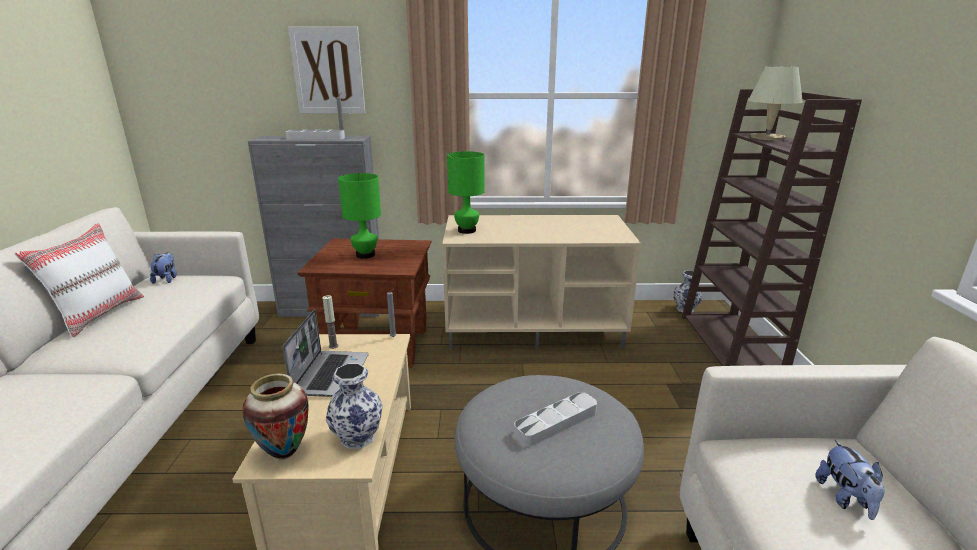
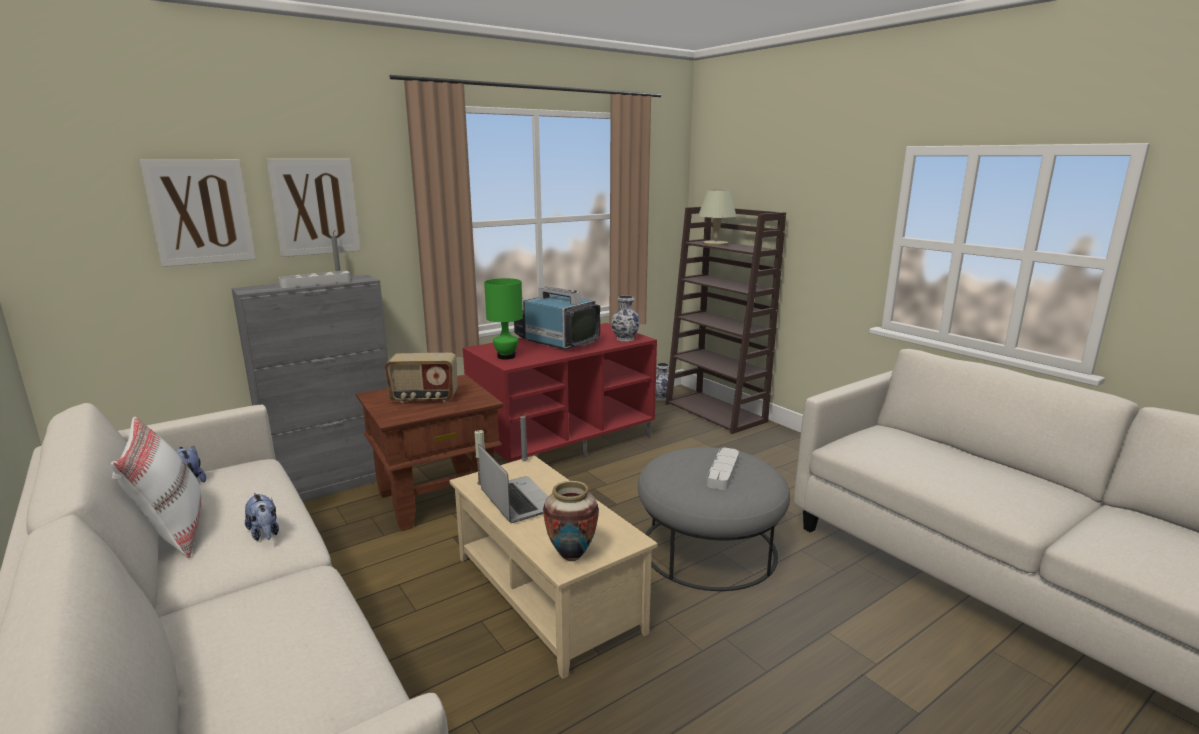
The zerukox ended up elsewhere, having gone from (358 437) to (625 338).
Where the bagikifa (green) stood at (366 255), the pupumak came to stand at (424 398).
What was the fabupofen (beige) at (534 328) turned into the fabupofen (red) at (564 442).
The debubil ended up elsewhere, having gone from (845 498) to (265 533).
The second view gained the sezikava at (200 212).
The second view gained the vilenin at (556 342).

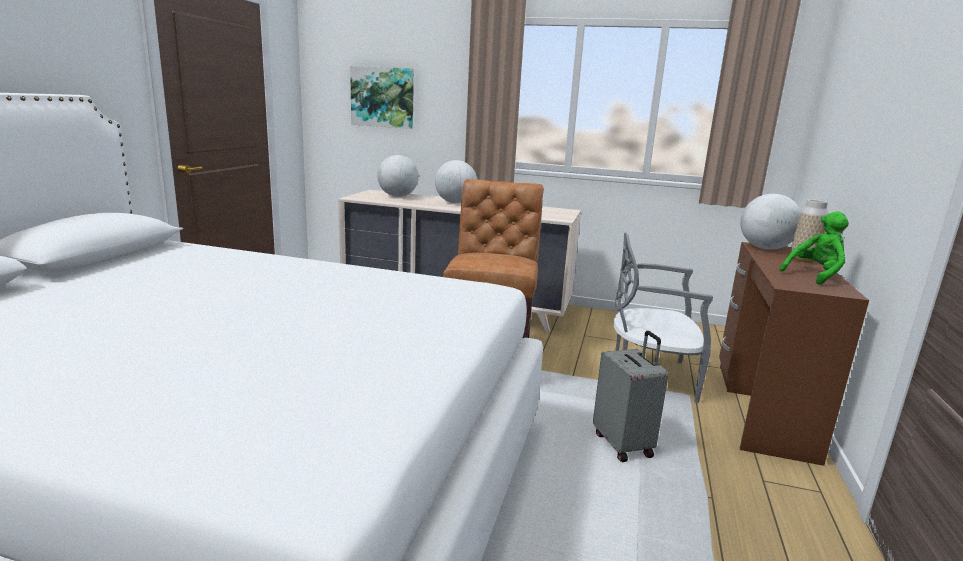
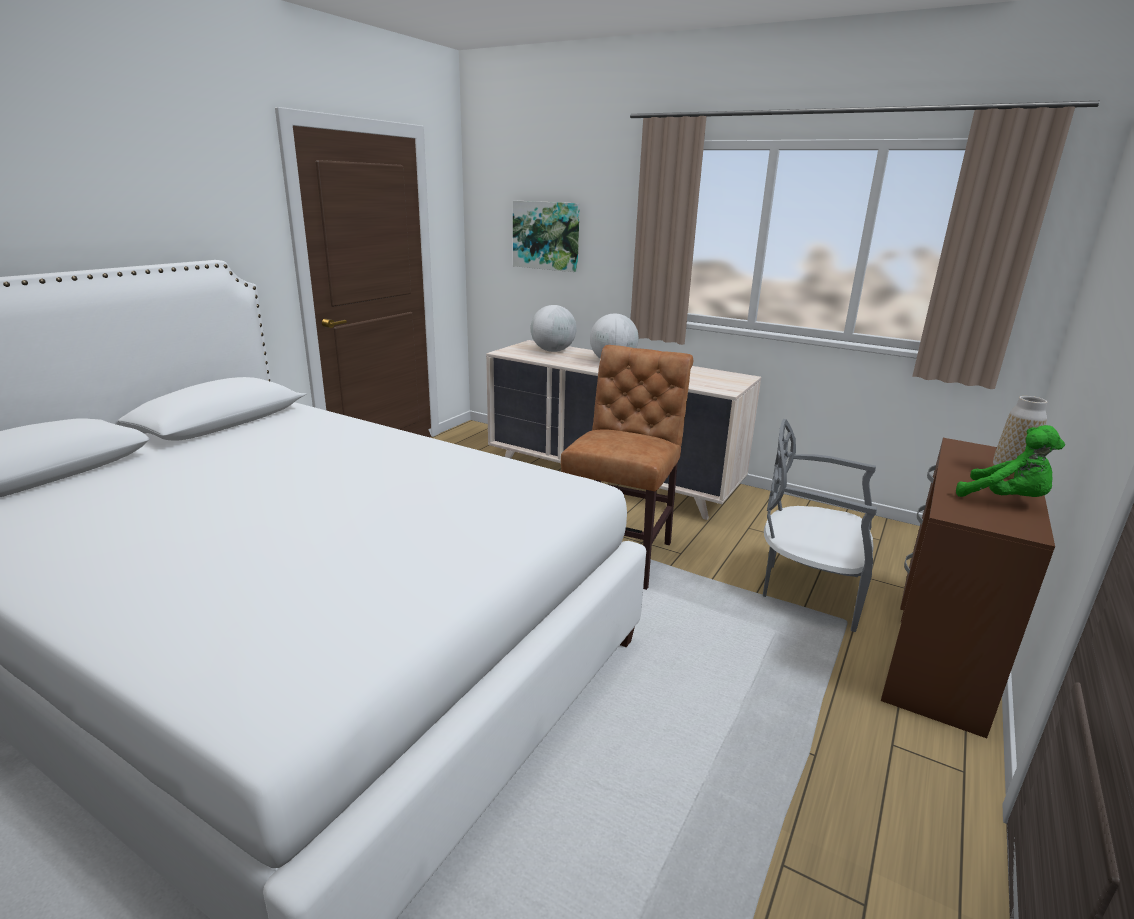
The second view lost the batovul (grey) at (624 445).
The second view lost the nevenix at (765 248).
The debubil (green) at (815 275) ended up facing another way, 60 degrees clockwise from before.

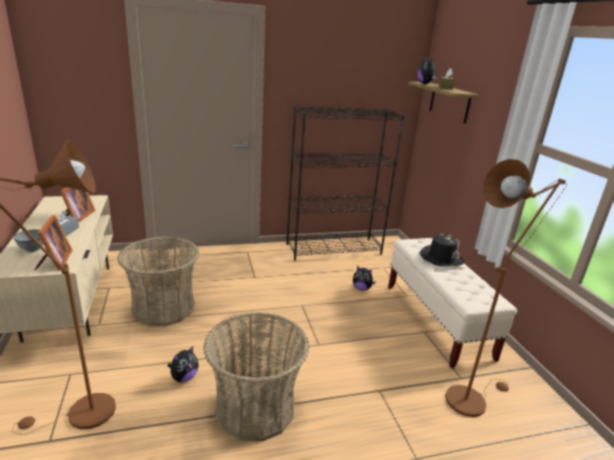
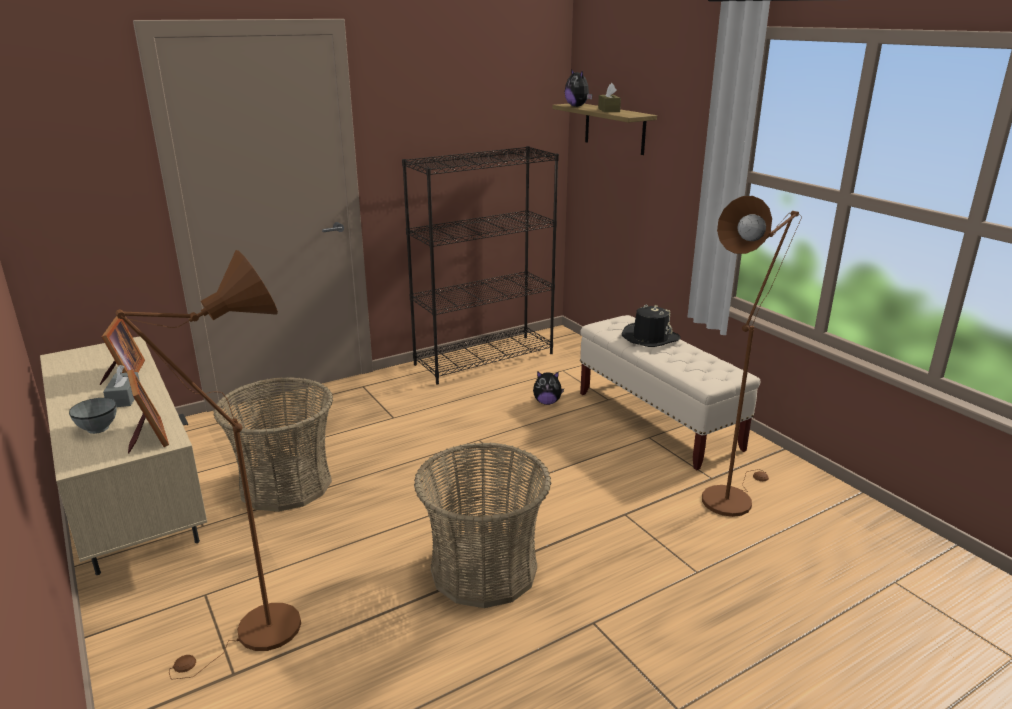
The second view lost the debubil at (184 377).

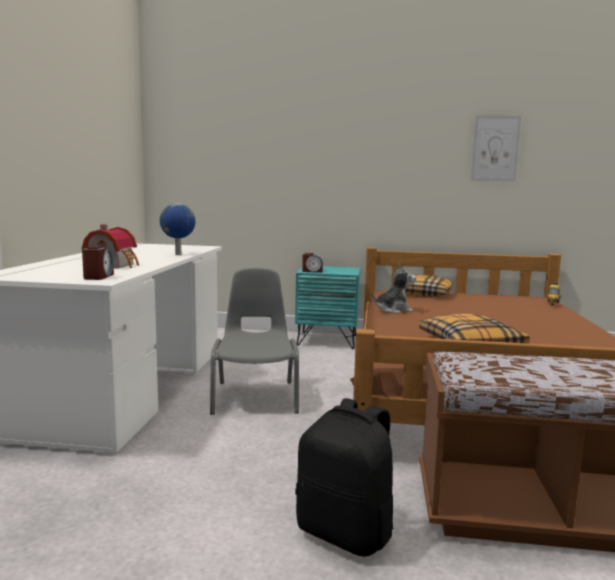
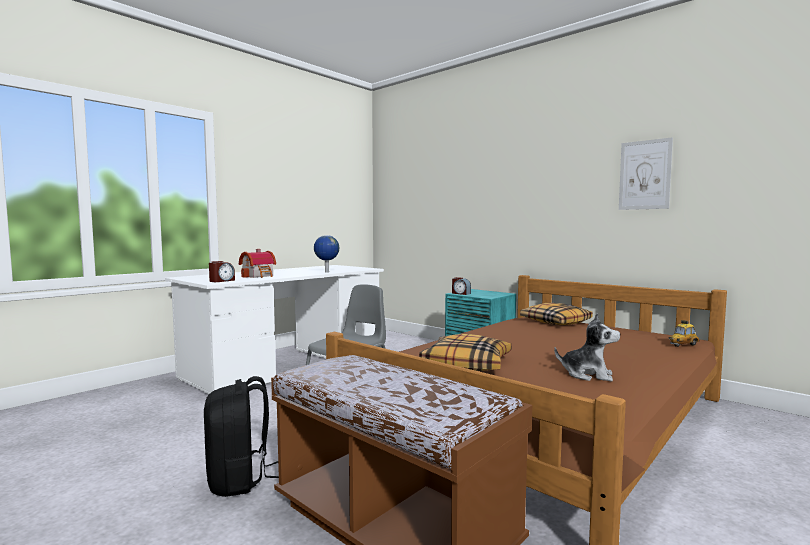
The debubil ended up elsewhere, having gone from (393 310) to (587 375).

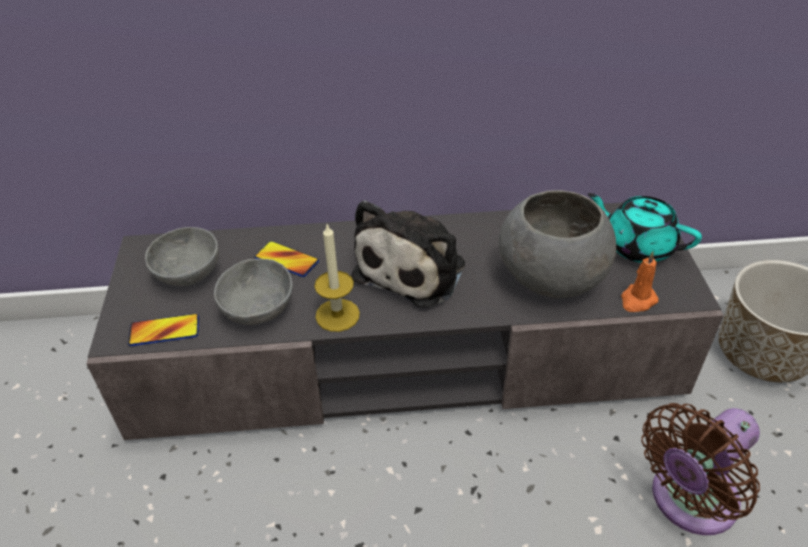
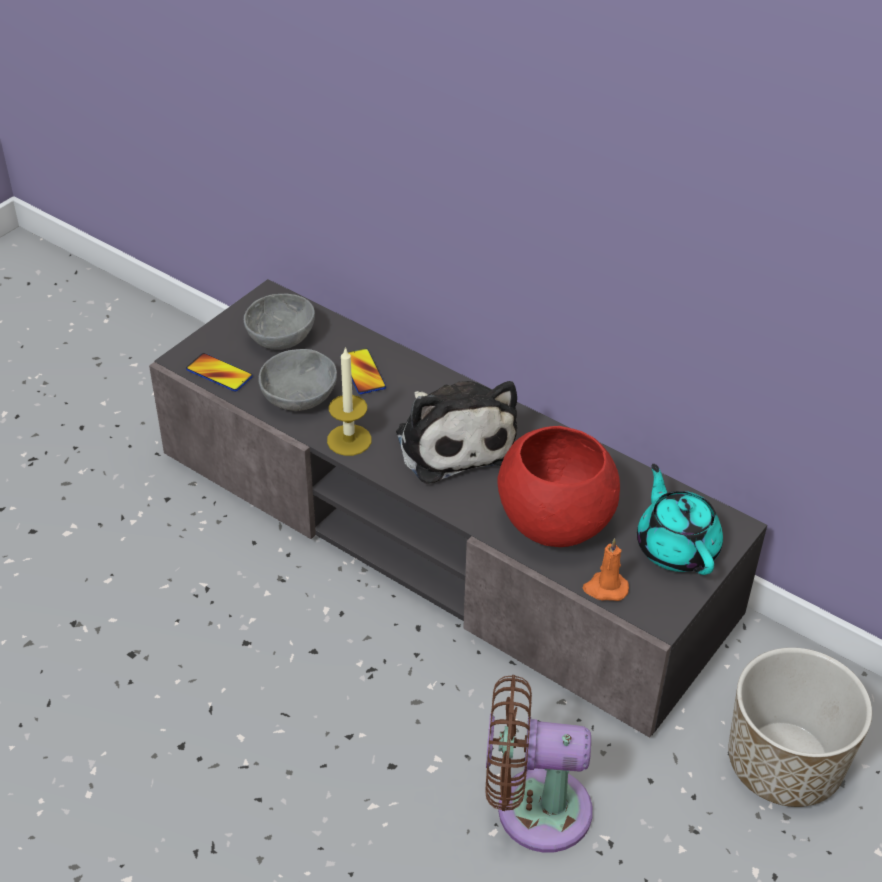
The debubil at (414 267) ended up facing another way, 90 degrees counterclockwise from before.
What was the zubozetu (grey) at (550 279) turned into the zubozetu (red) at (554 523).

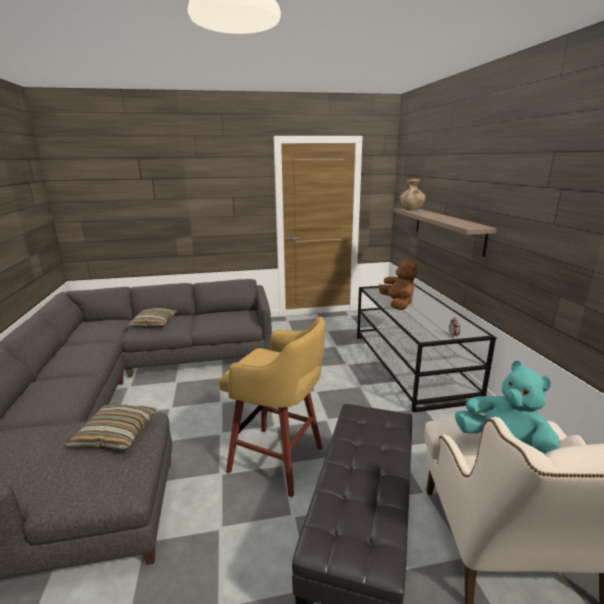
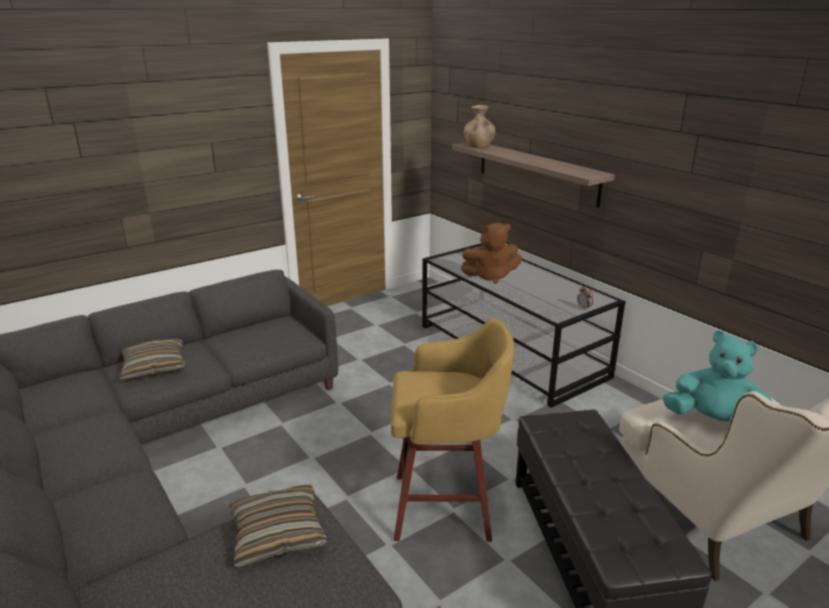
The debubil (brown) at (397 304) ended up facing another way, 120 degrees clockwise from before.

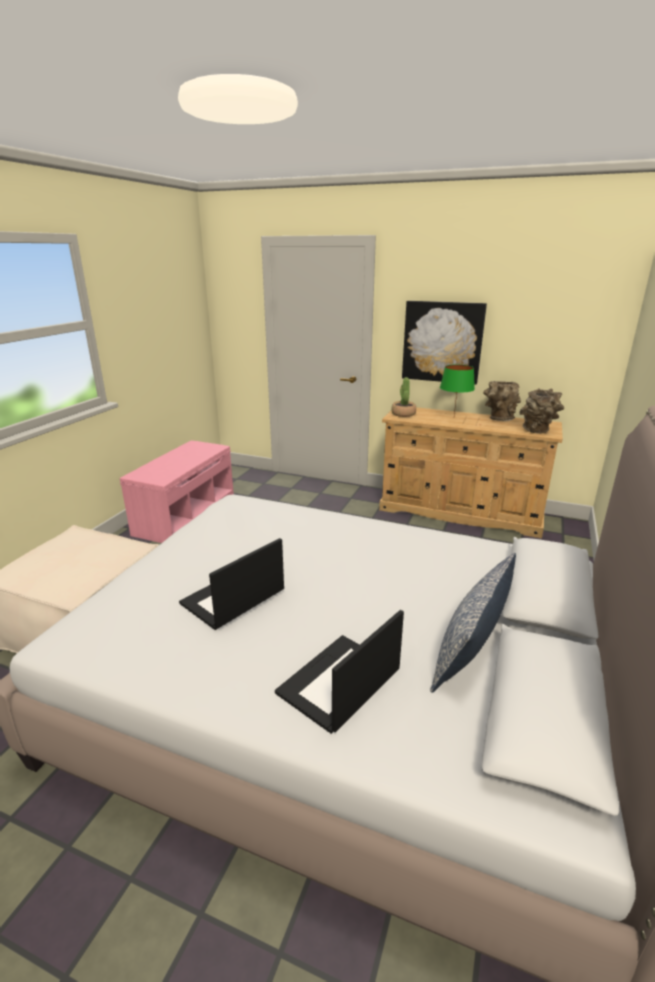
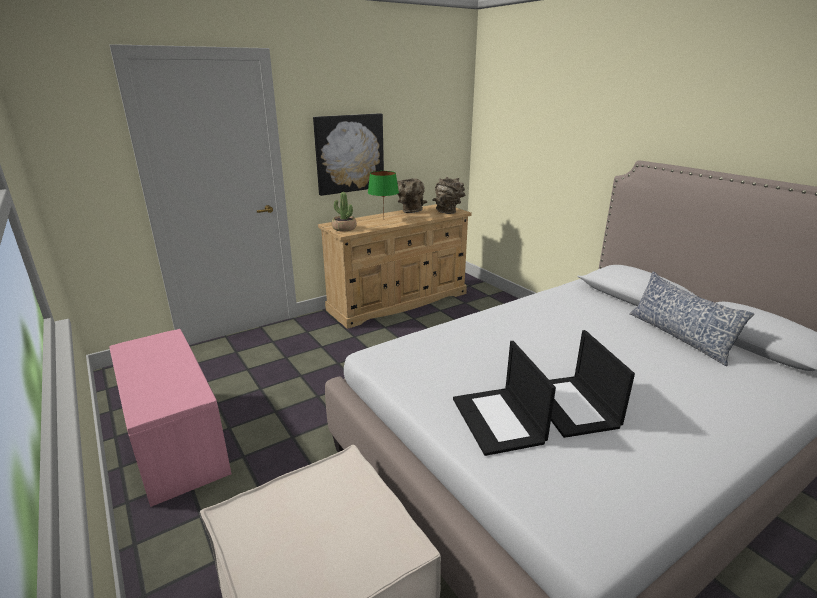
The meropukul ended up elsewhere, having gone from (339 683) to (499 420).

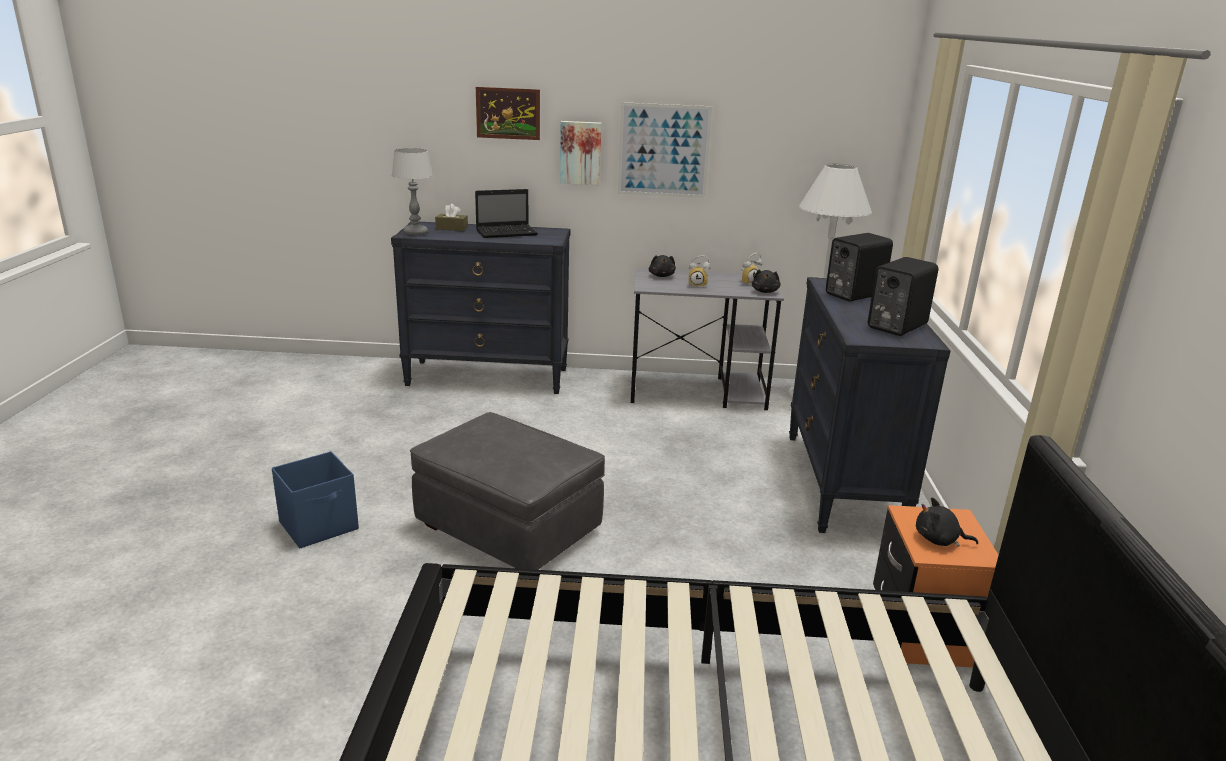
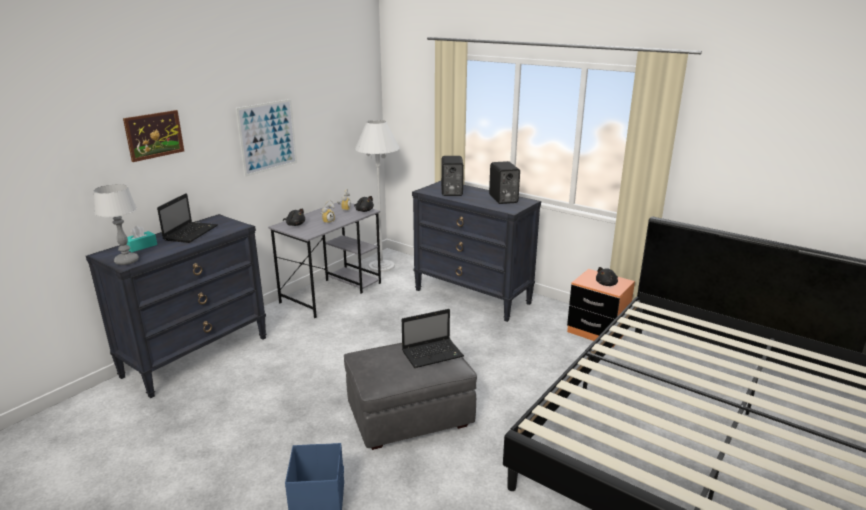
What was the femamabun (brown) at (452 228) turned into the femamabun (turquoise) at (141 246).
The second view lost the sezikava at (580 152).
The second view gained the meropukul at (433 354).

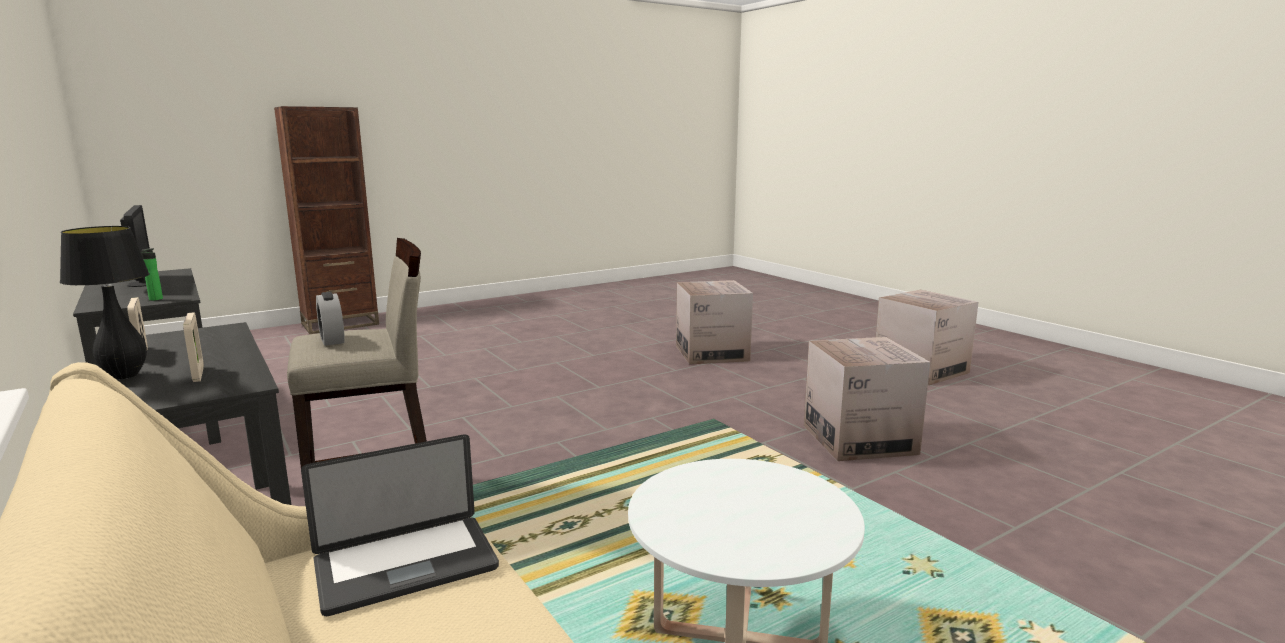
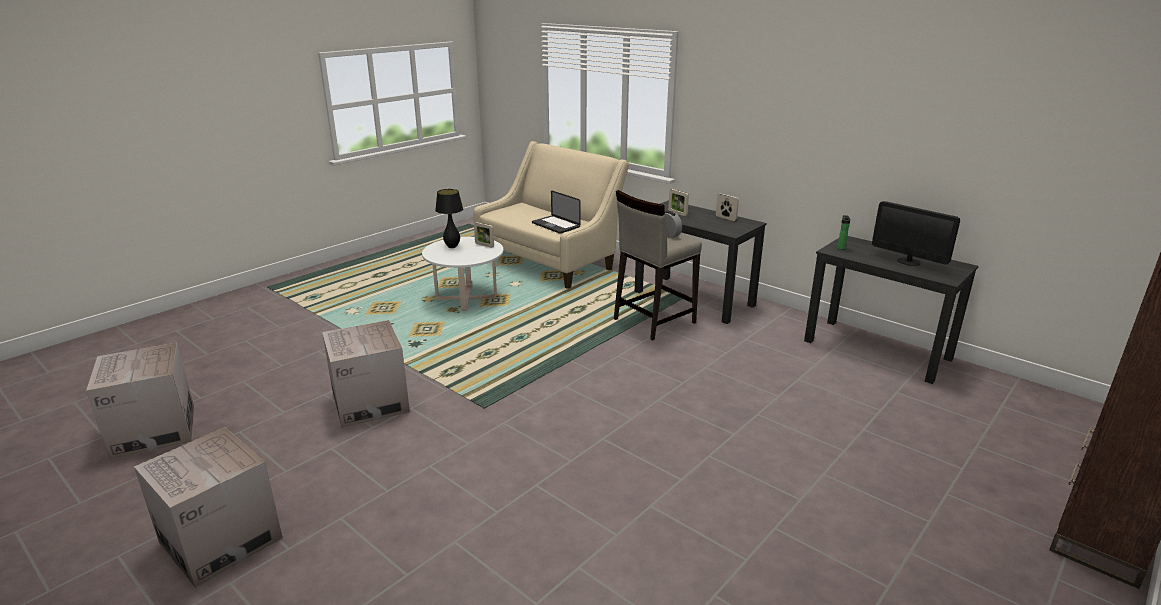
The bagikifa (black) ended up elsewhere, having gone from (125 376) to (452 247).
The meropukul at (406 566) ended up facing another way, 90 degrees counterclockwise from before.
The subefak ended up elsewhere, having gone from (712 353) to (154 431).
The second view gained the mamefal at (484 245).

